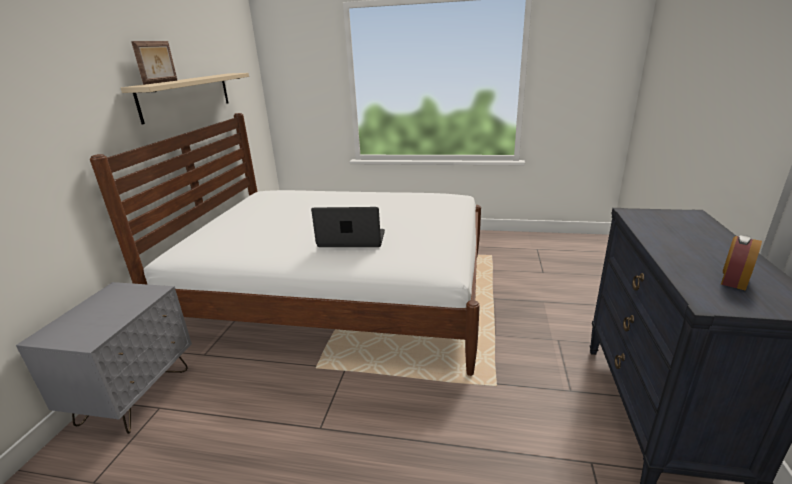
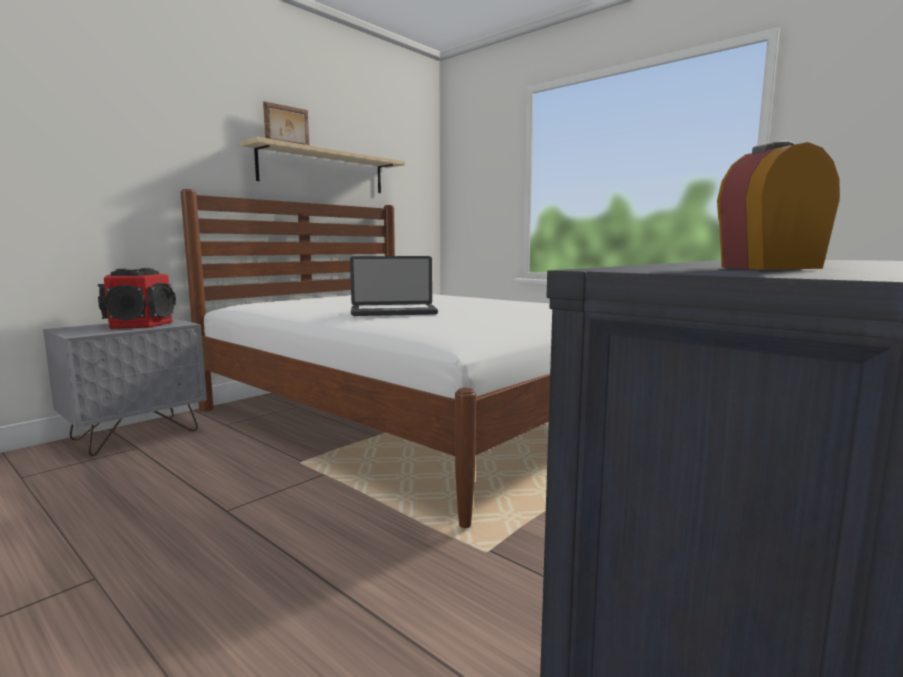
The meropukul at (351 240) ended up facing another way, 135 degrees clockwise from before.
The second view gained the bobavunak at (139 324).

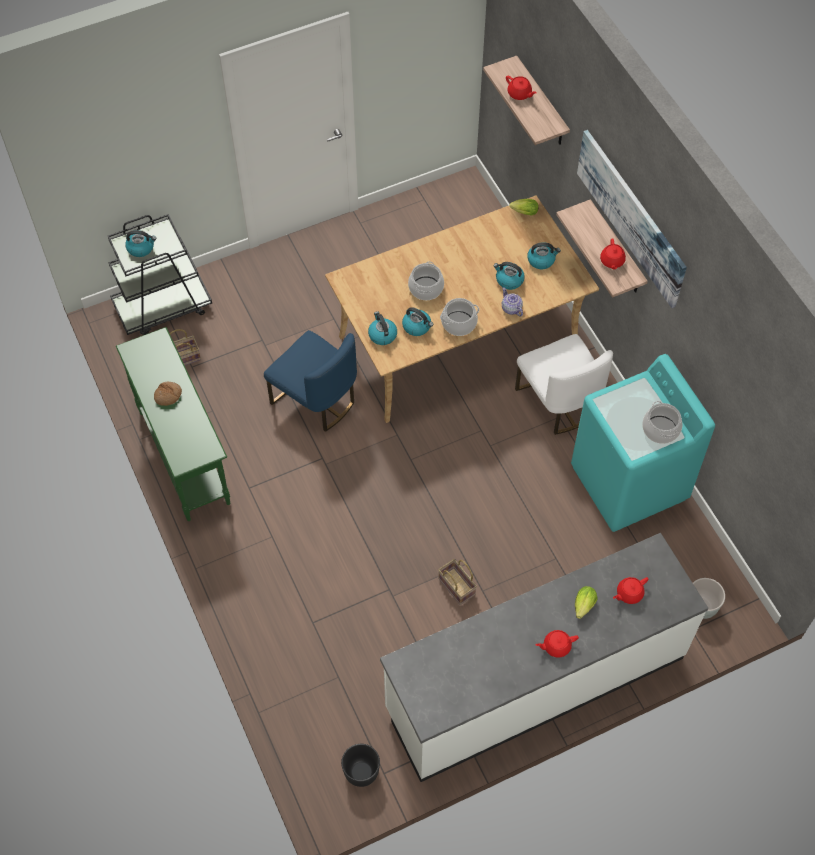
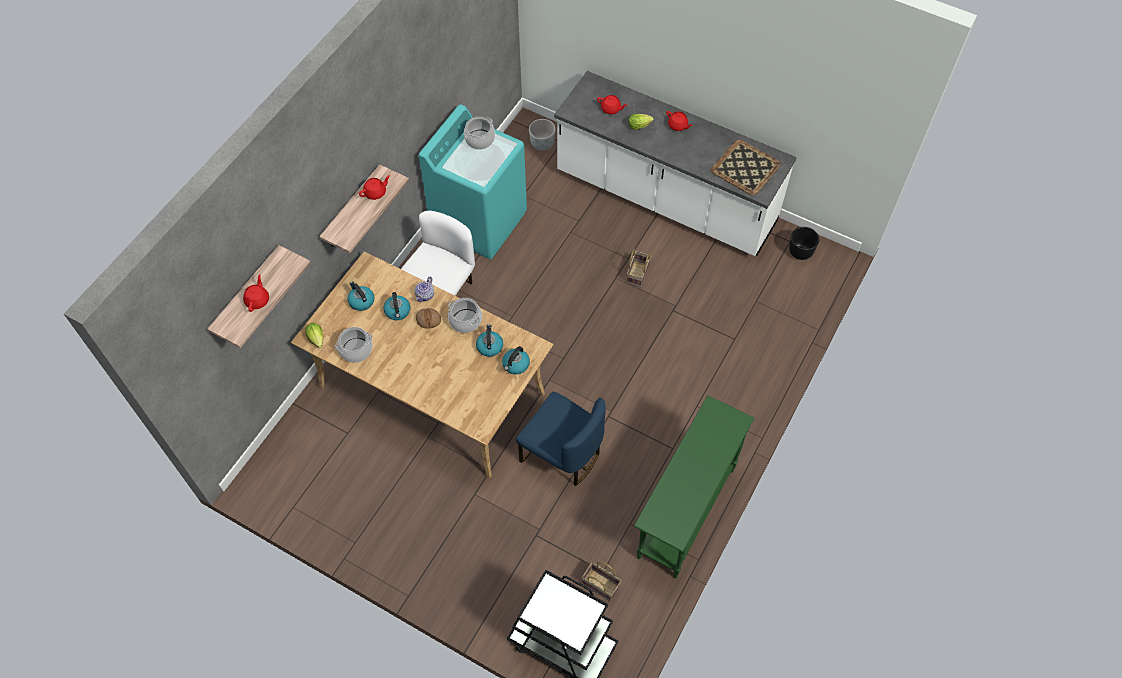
The second view lost the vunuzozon at (141 248).
The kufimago ended up elsewhere, having gone from (168 395) to (428 320).
The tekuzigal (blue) at (315 400) ended up facing another way, 120 degrees clockwise from before.
The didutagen ended up elsewhere, having gone from (425 288) to (356 350).
The second view lost the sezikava at (631 217).
The second view gained the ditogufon at (745 168).

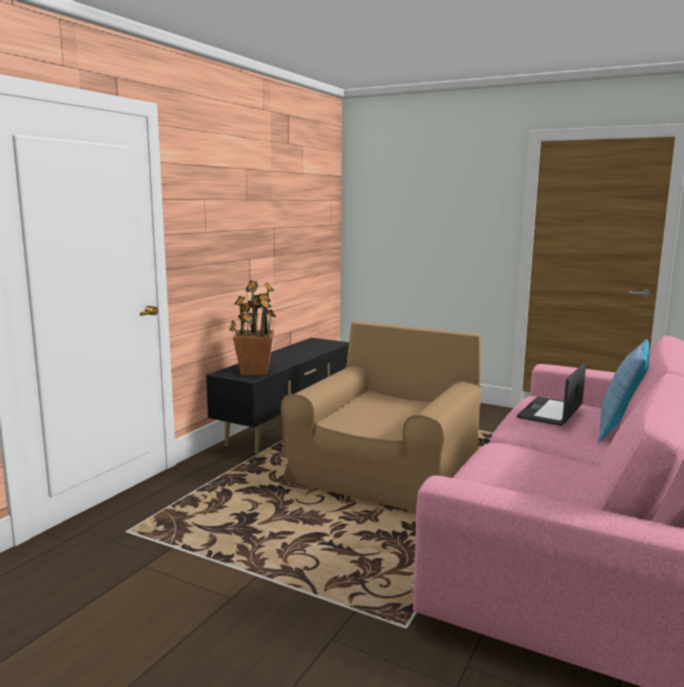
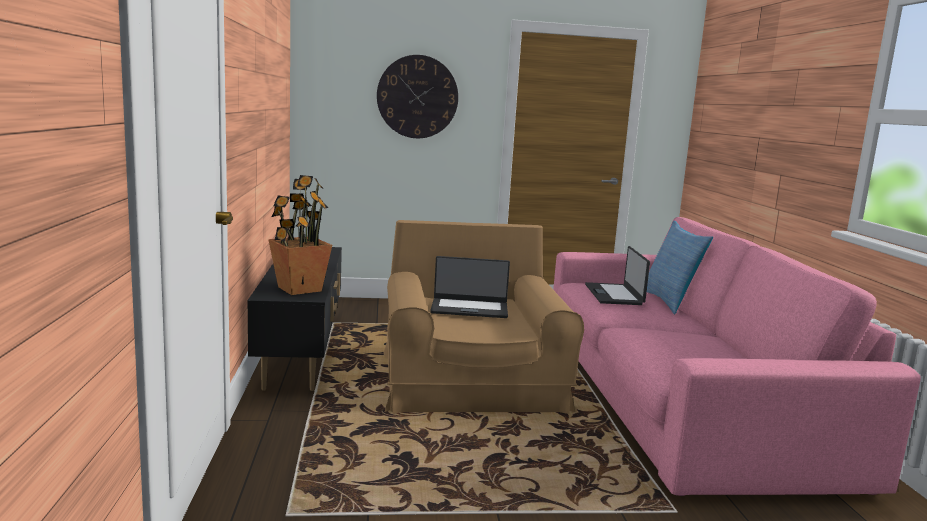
The second view gained the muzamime at (417 97).
The second view gained the meropukul at (469 308).

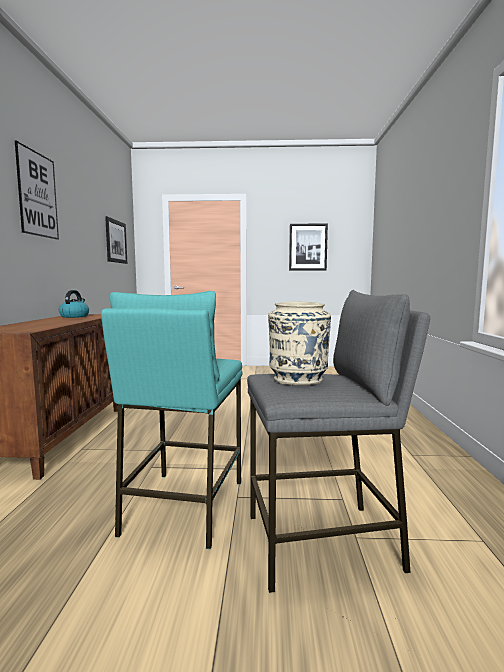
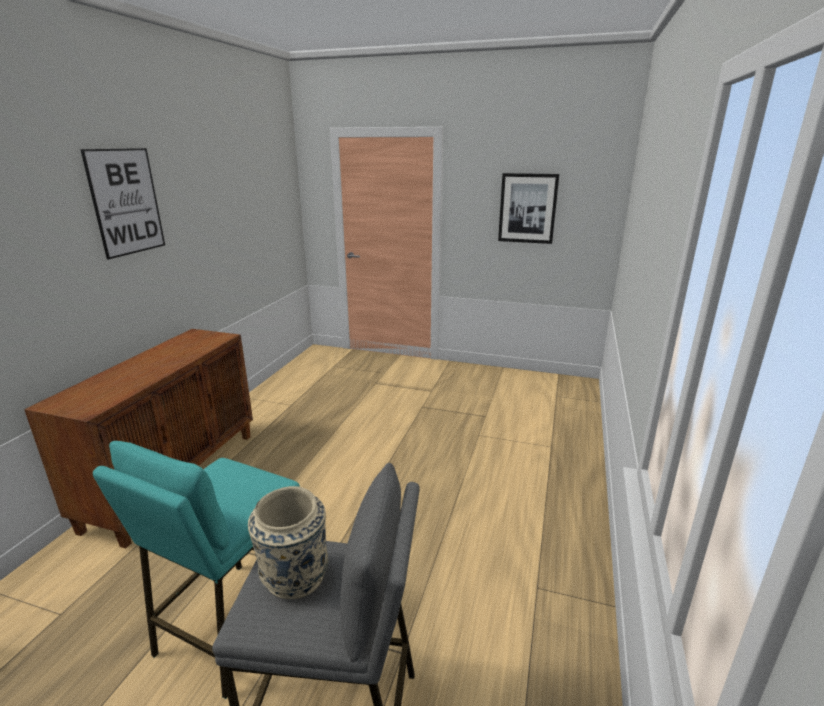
The second view lost the vunuzozon at (74 316).
The second view lost the sezikava at (116 241).

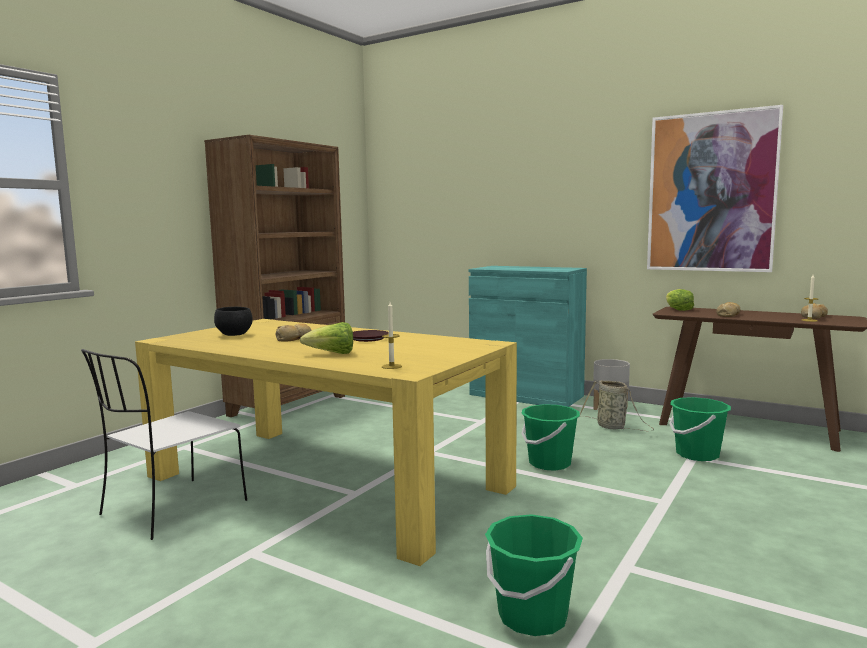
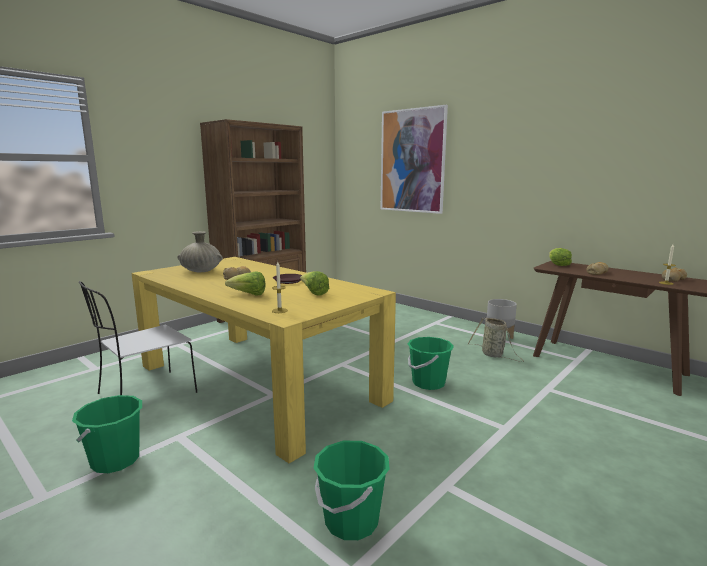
Where the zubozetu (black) stood at (235 335), the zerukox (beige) came to stand at (201 271).
The second view lost the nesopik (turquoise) at (526 395).
The sezikava ended up elsewhere, having gone from (711 192) to (412 161).
The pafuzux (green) ended up elsewhere, having gone from (697 454) to (115 460).
The second view gained the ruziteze at (314 293).

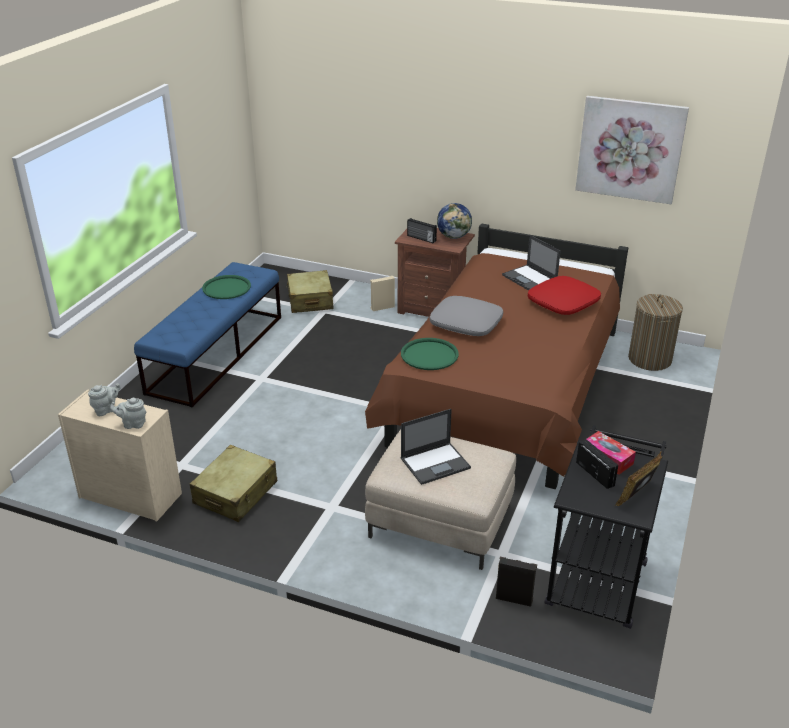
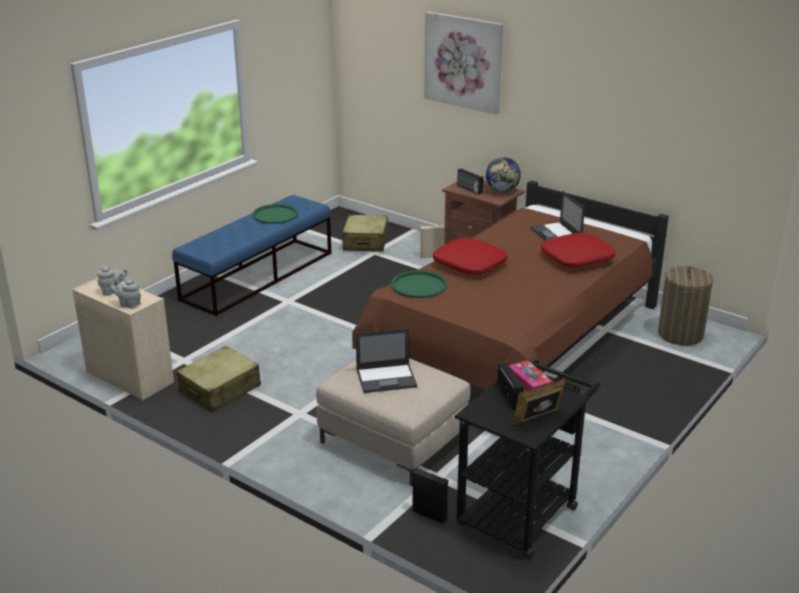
What was the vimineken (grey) at (466 323) turned into the vimineken (red) at (470 264).
The sezikava ended up elsewhere, having gone from (630 149) to (463 62).

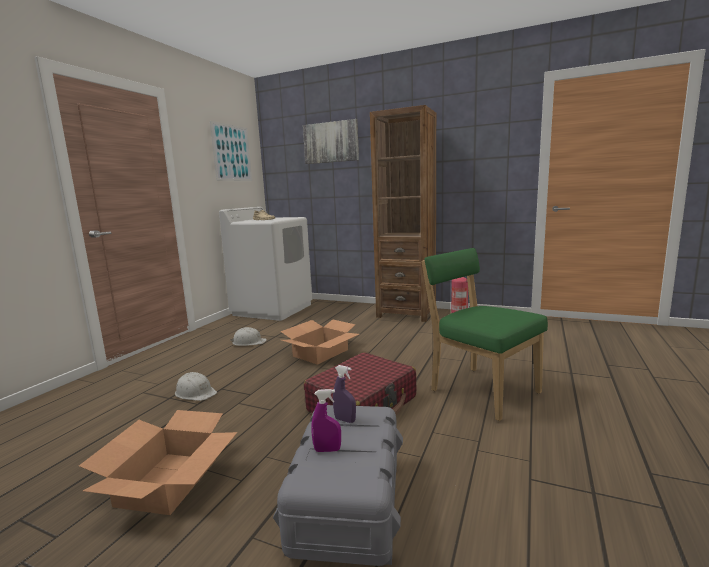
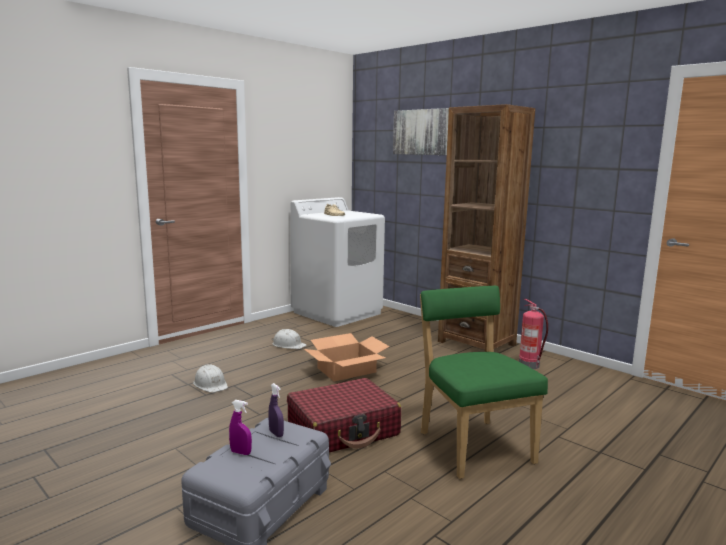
The second view lost the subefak at (168 481).
The second view lost the sezikava at (232 153).

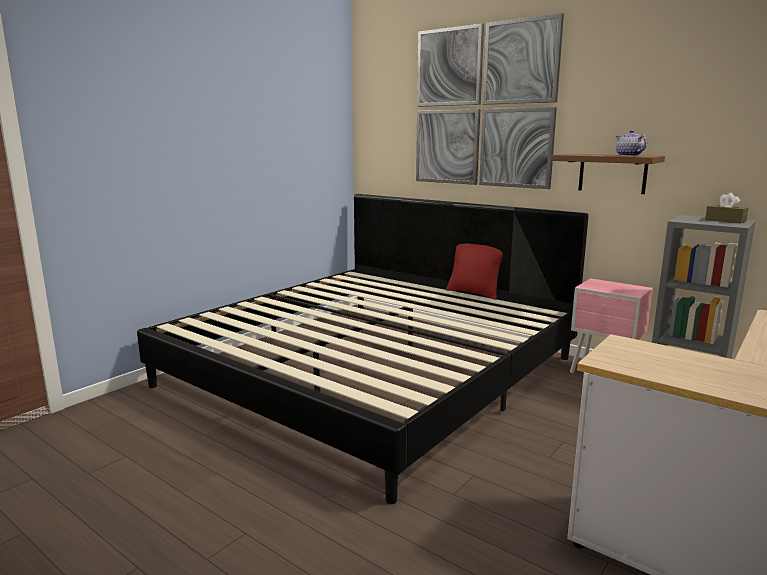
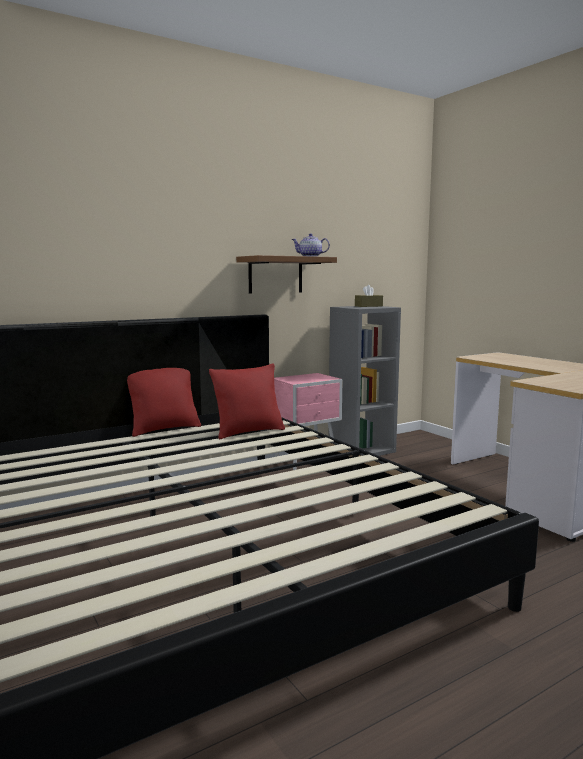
The second view lost the sezikava at (482 106).
The second view gained the vimineken (red) at (248 432).

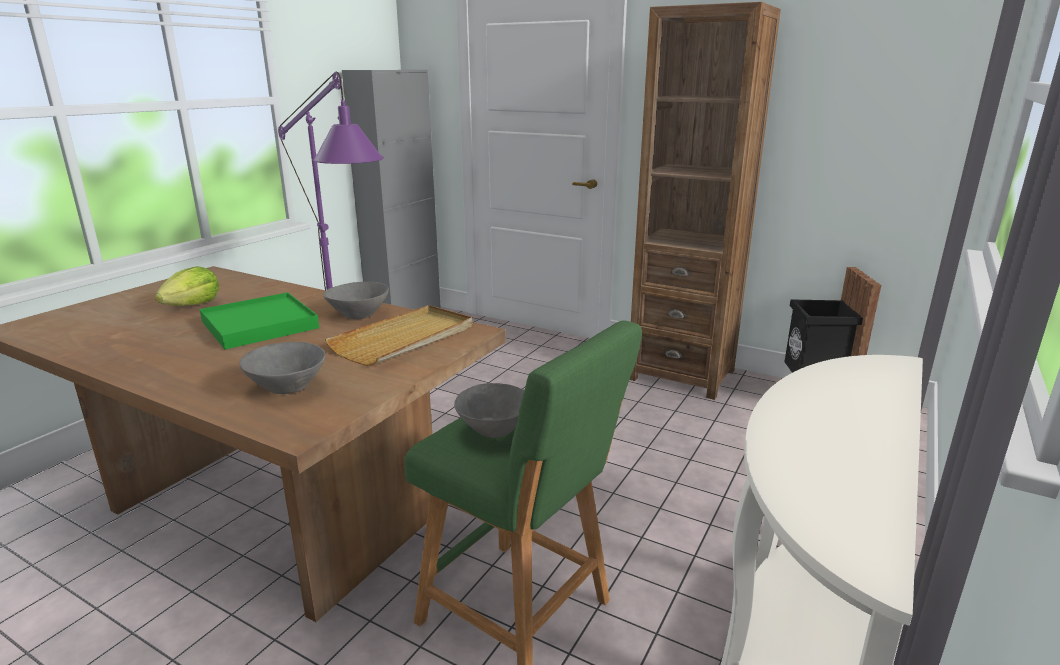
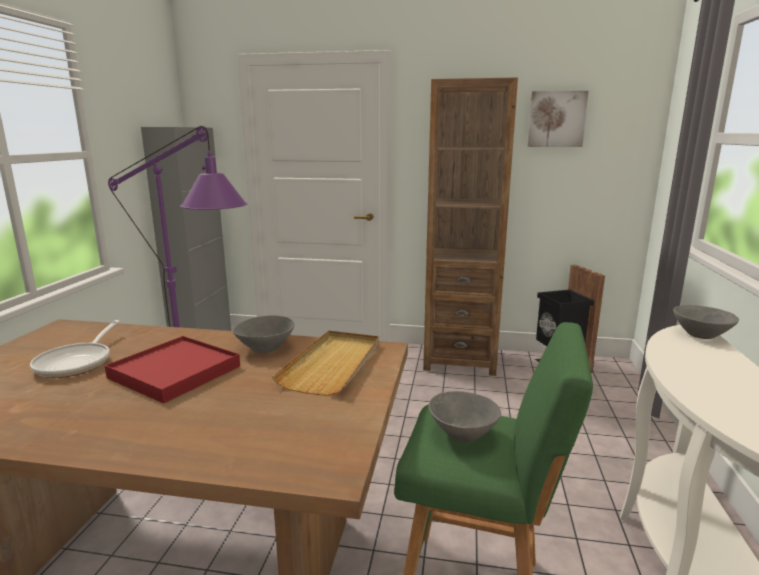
Where the ruziteze stood at (193 305), the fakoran came to stand at (77 362).
What was the ditogufon (green) at (259 325) turned into the ditogufon (red) at (175 372).
The zubozetu (grey) ended up elsewhere, having gone from (288 388) to (701 335).
The second view gained the sezikava at (556 119).

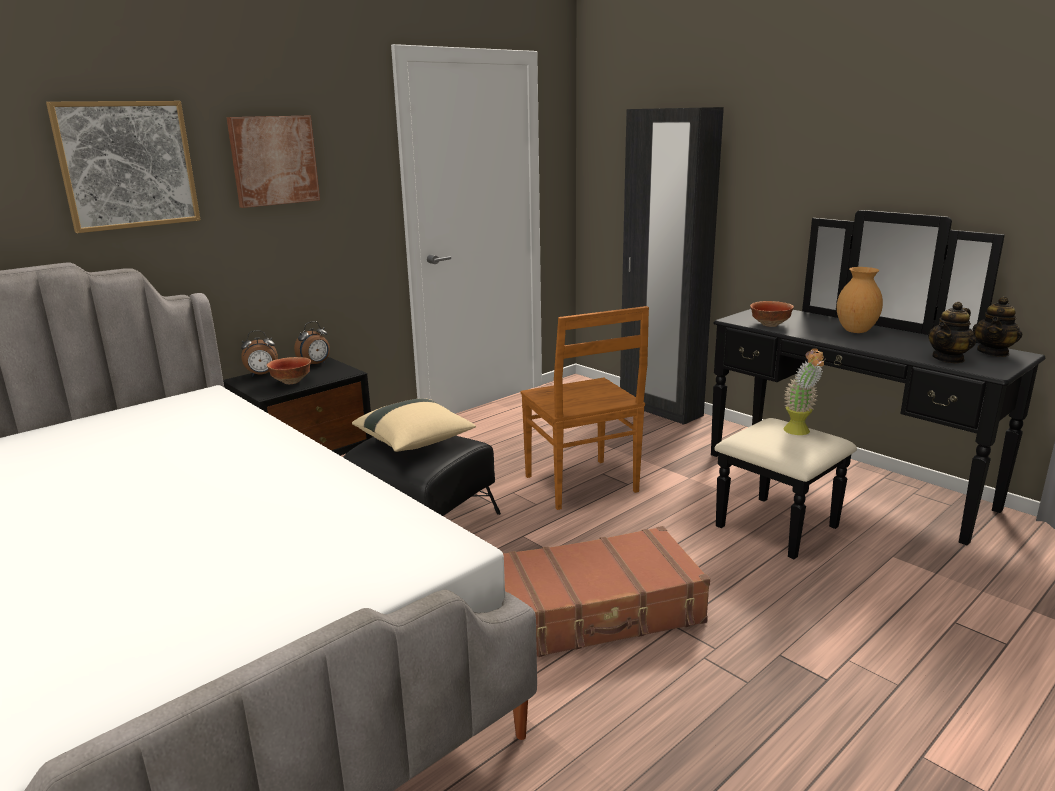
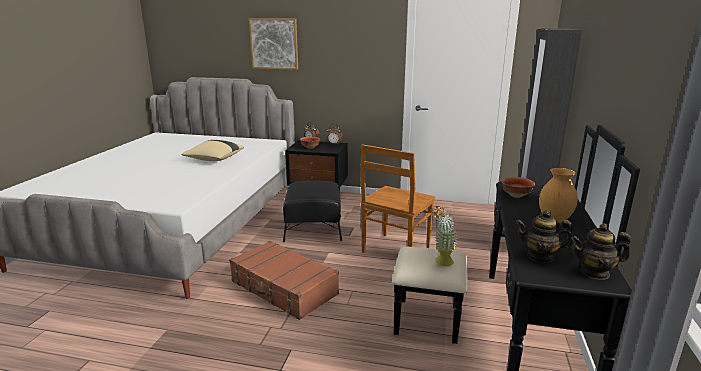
The second view lost the sezikava at (274 160).
The vimineken (beige) ended up elsewhere, having gone from (415 442) to (214 159).

